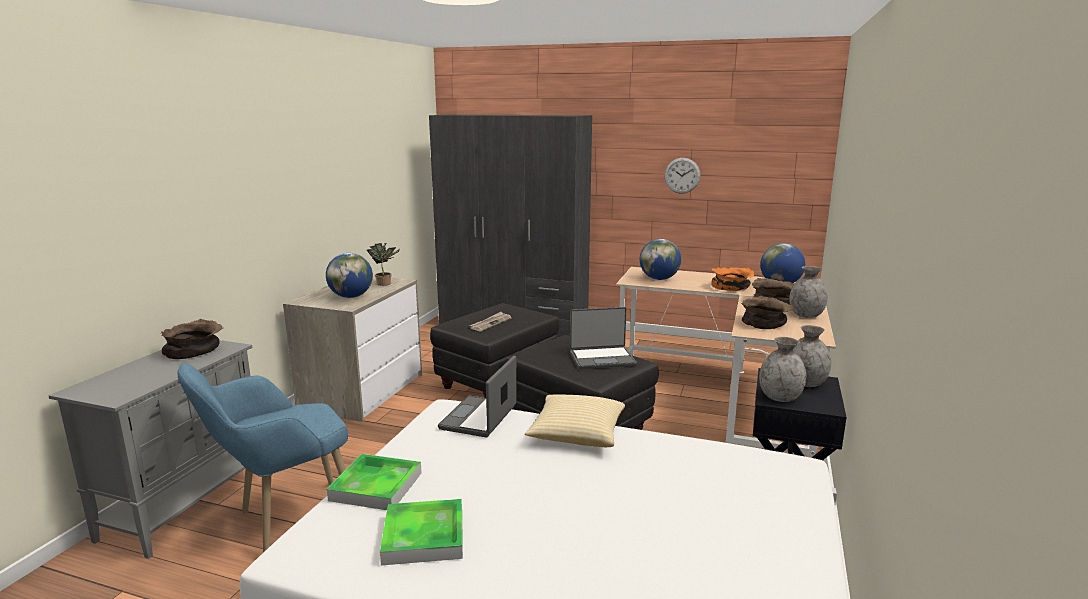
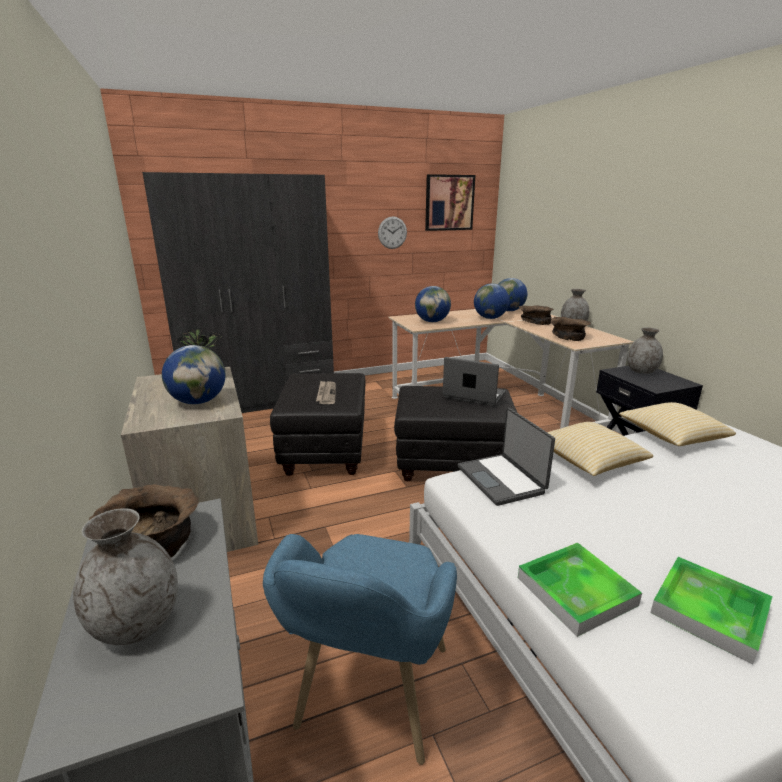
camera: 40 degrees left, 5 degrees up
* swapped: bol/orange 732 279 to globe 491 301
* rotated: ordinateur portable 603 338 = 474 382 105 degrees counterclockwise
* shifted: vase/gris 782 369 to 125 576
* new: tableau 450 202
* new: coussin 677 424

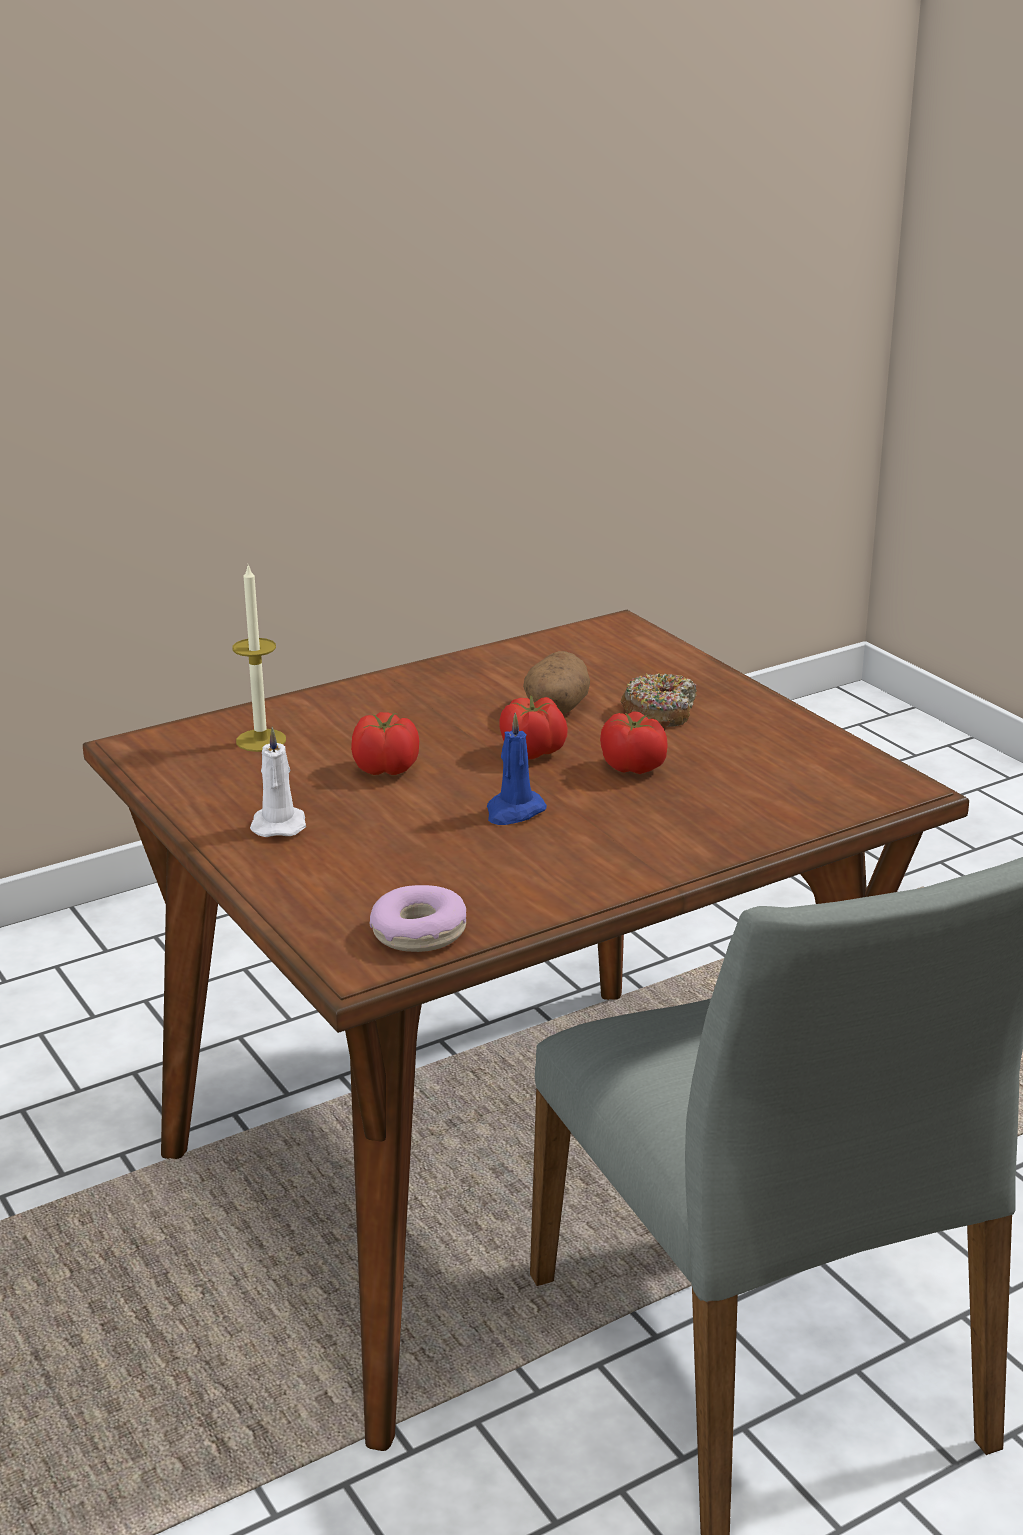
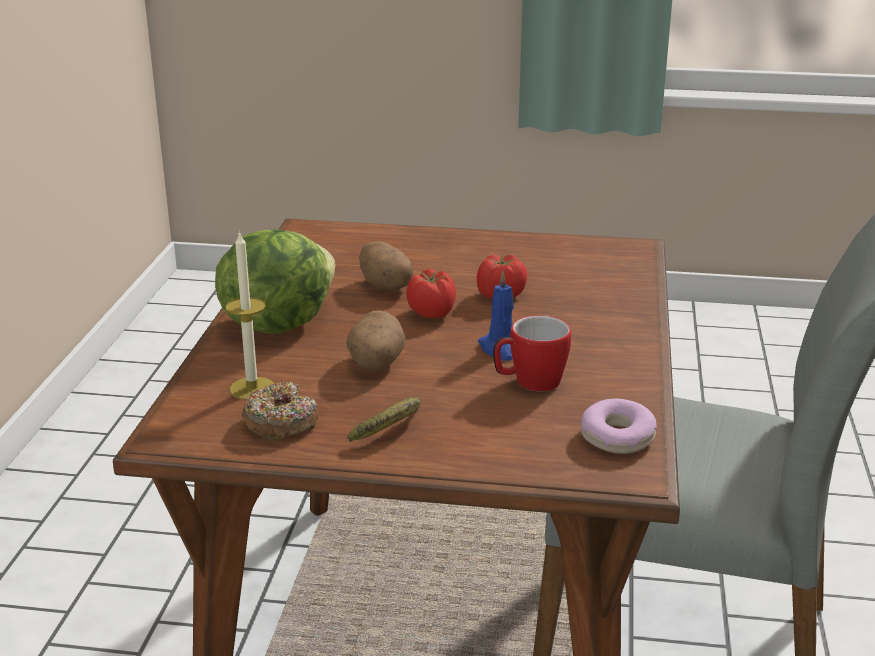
camera: 50 degrees left, 0 degrees up
* shifted: beignet 659 700 to 280 411
* swapped: tomate 385 743 to pomme de terre 376 340
* swapped: bougie/blanc 278 782 to banane 384 419
* new: laitue 275 281
* new: mug 532 353

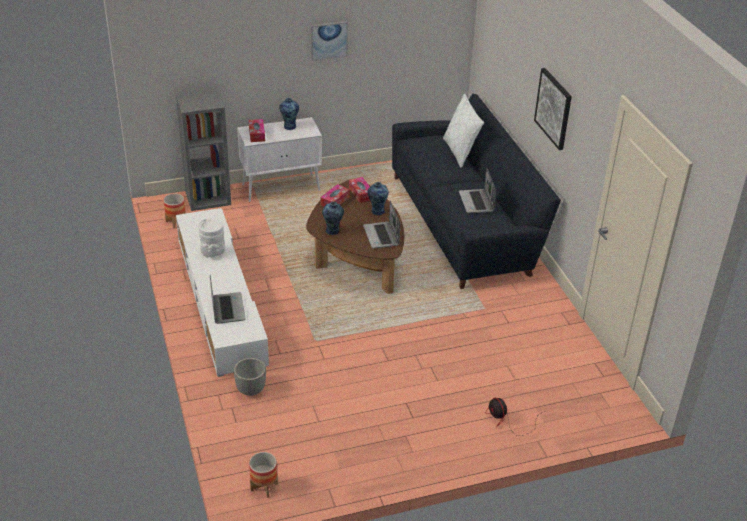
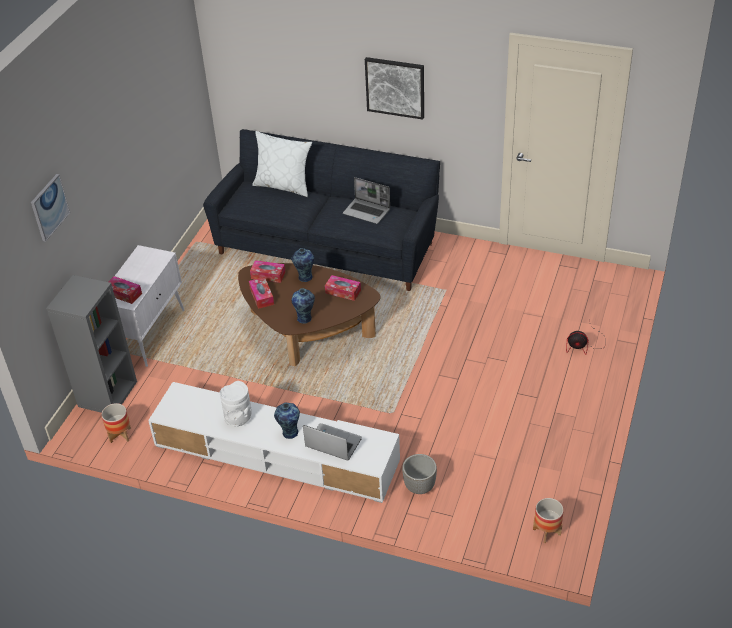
camera: 50 degrees left, 5 degrees up
* shifted: tableau 329 41 to 50 208
* shifted: vase 289 114 to 287 421
* swapped: ordinateur portable 381 224 to boîte à mouchoirs 343 288

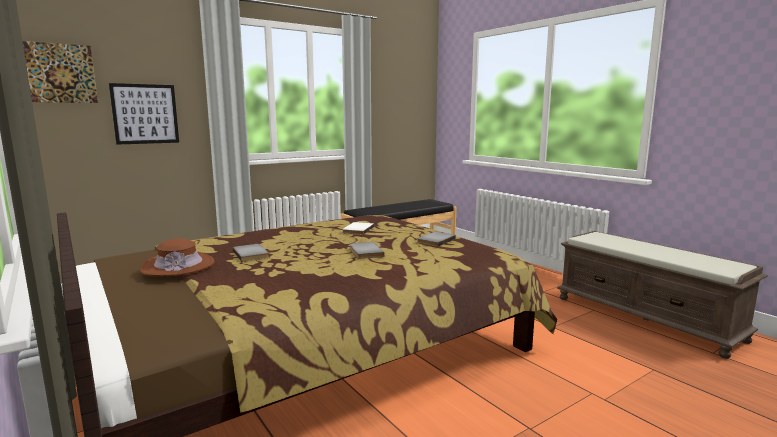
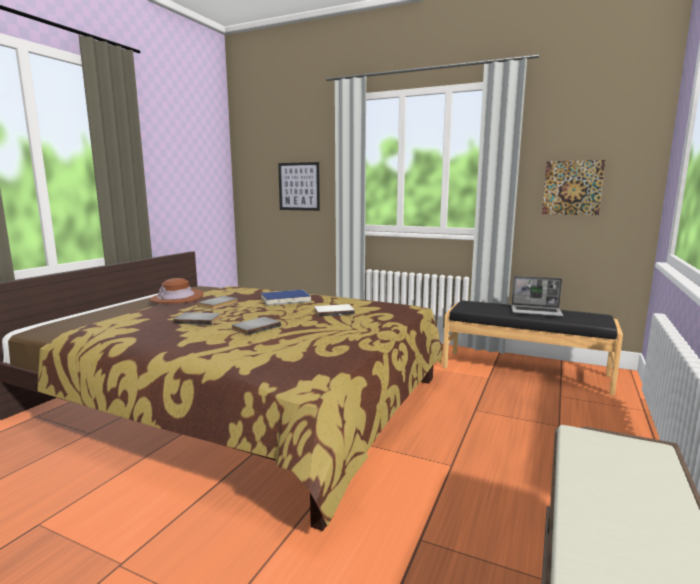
camera: 60 degrees right, 0 degrees up
* shifted: tableau 60 72 to 573 187
* shifted: livre/gris 436 239 to 197 318
* new: ordinateur portable 537 296
* new: livre/bleu 286 298

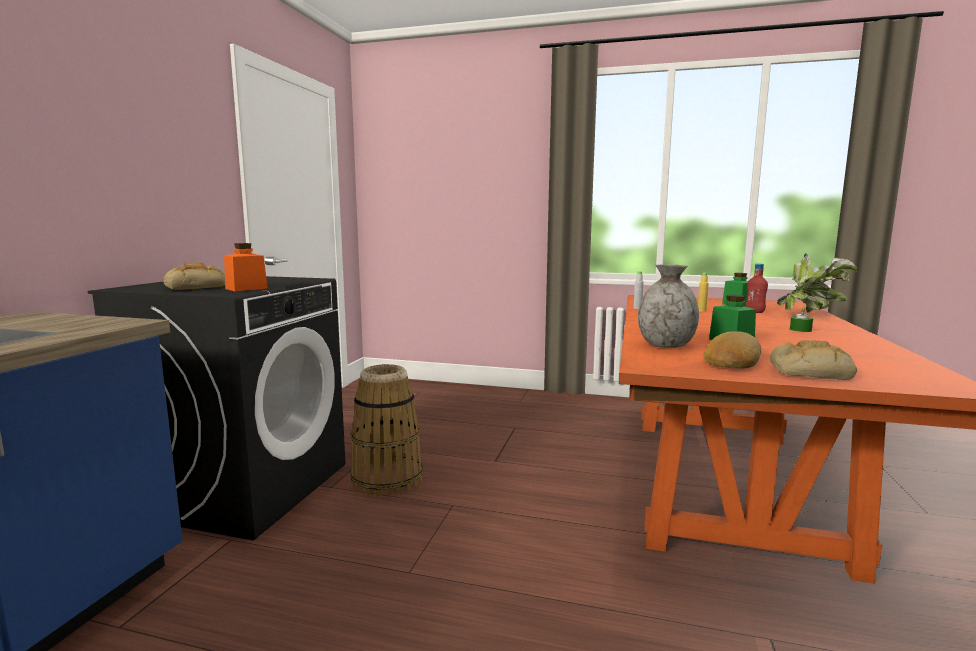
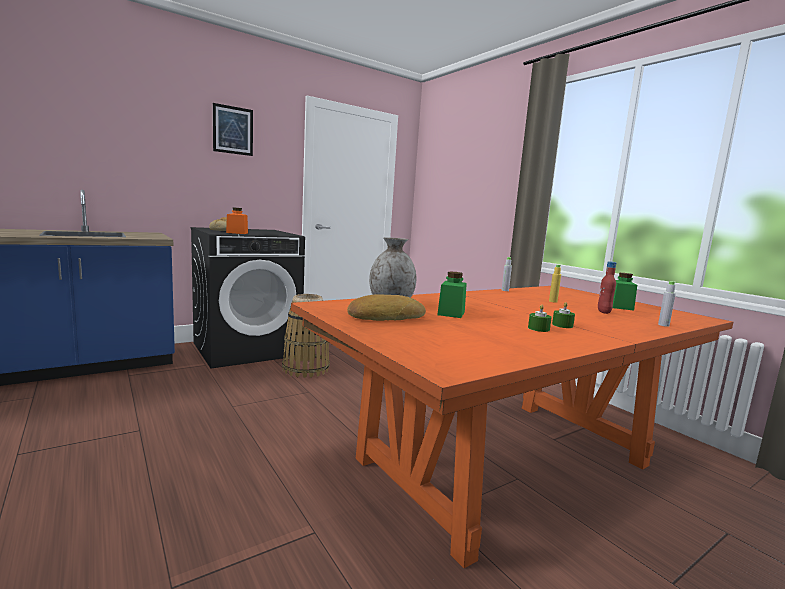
camera: 40 degrees right, 0 degrees up
* swapped: plante en pot 817 283 to bouteille/gris 667 304
* gone: pain 813 360
* new: tableau 233 129
* new: bougie/vert 540 318

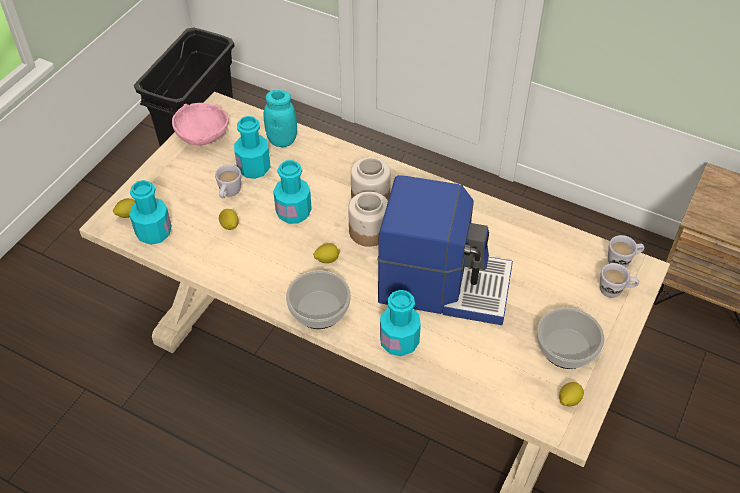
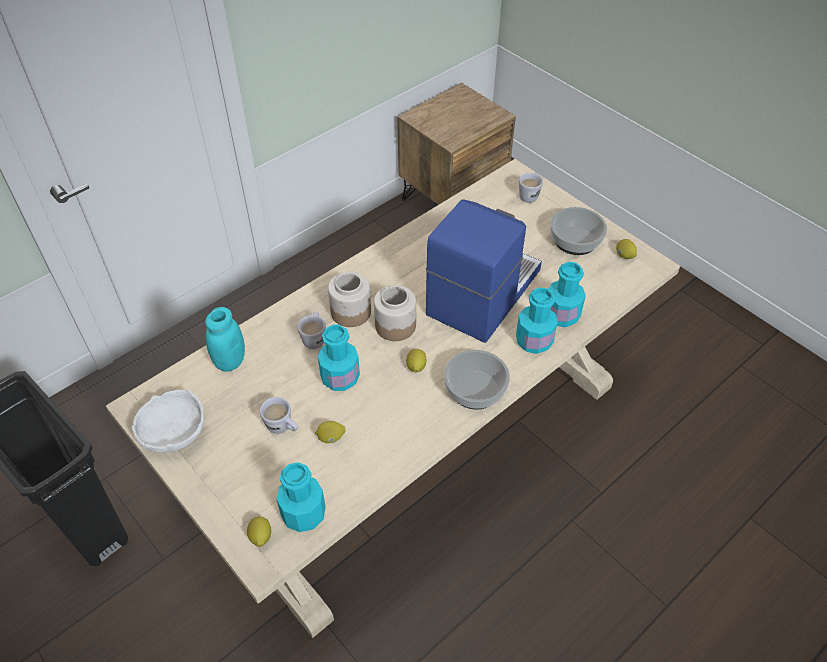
camera: 70 degrees left, 0 degrees up
* repainted: bol/rose 200 124 to bol/blanc 168 421
* shifted: bouteille/turquoise 252 147 to 567 294
* shifted: mug/blanc 626 251 to 311 330

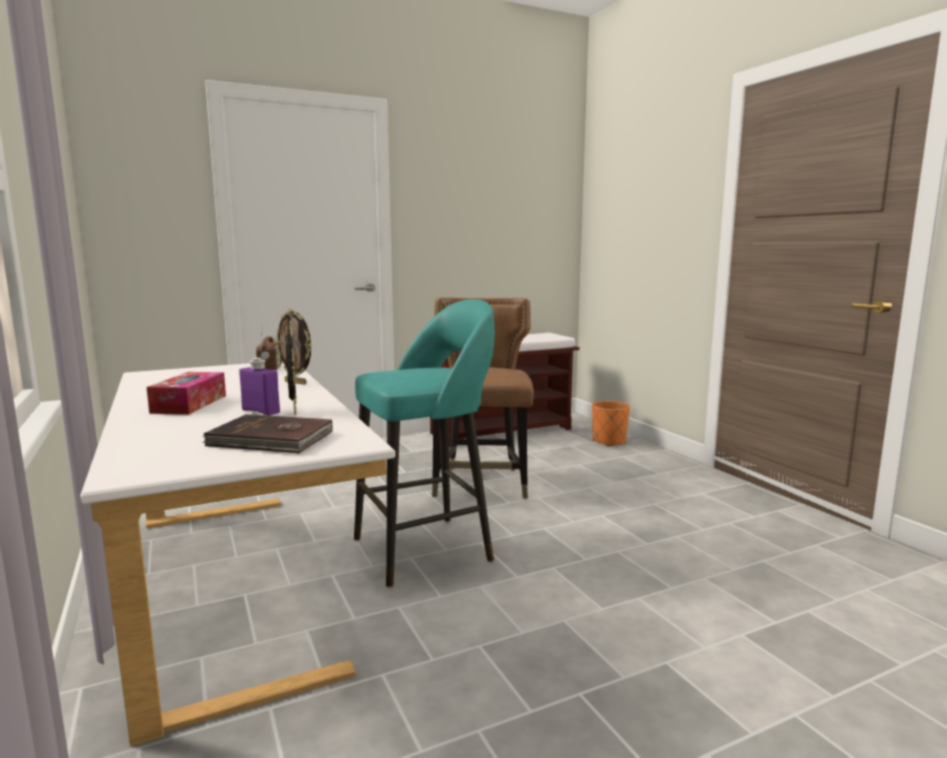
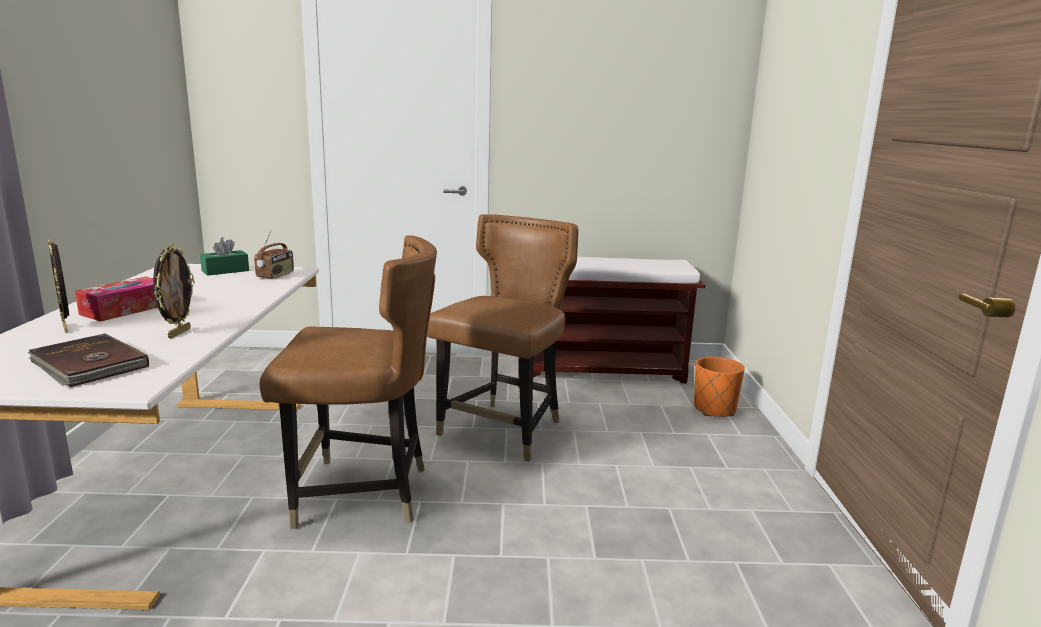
camera: 25 degrees right, 5 degrees up
* swapped: tabouret/turquoise 424 443 to chaise/marron 348 382
* shifted: cadre photo 293 347 to 58 286
* gone: bouteille/violet 259 387
* new: boîte à mouchoirs/vert 224 256

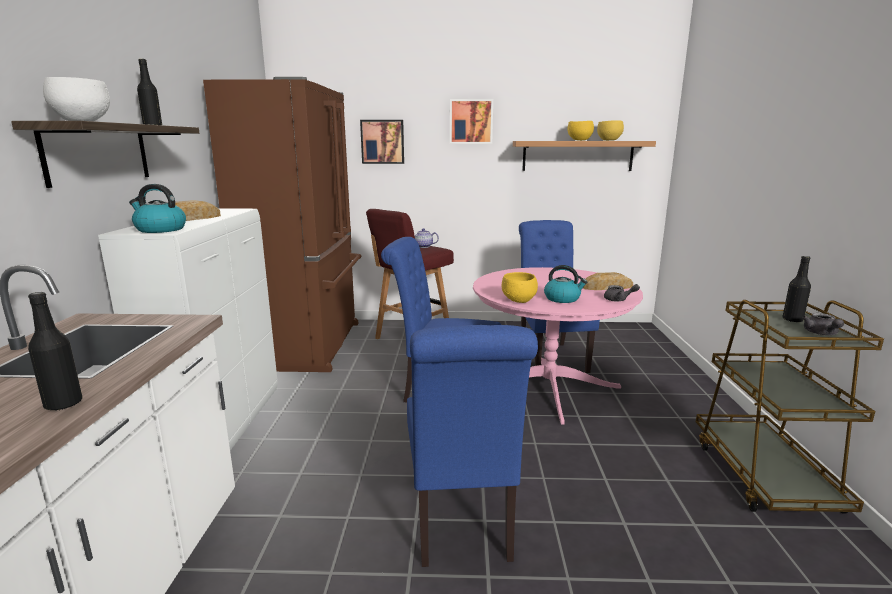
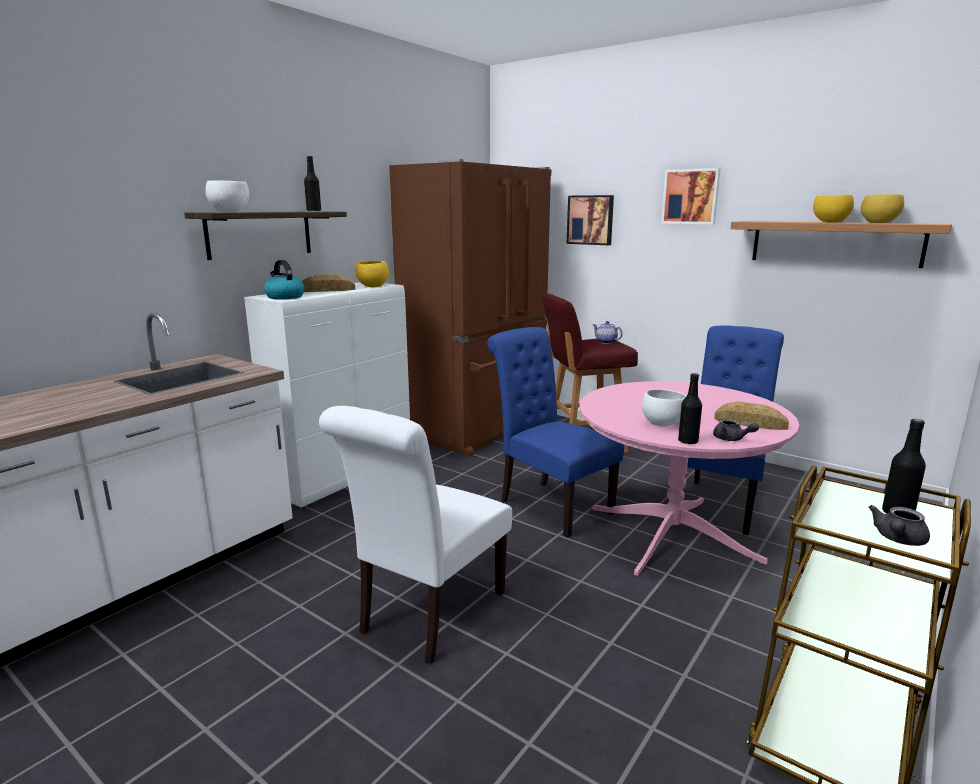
camera: 35 degrees right, 0 degrees up
* swapped: bouilloire 565 284 to bol/blanc 664 407
* shifted: bol/jaune 520 287 to 372 274
* shifted: bouteille/noir 55 351 to 690 409
* repainted: chaise/bleu 472 446 to chaise/blanc 415 535

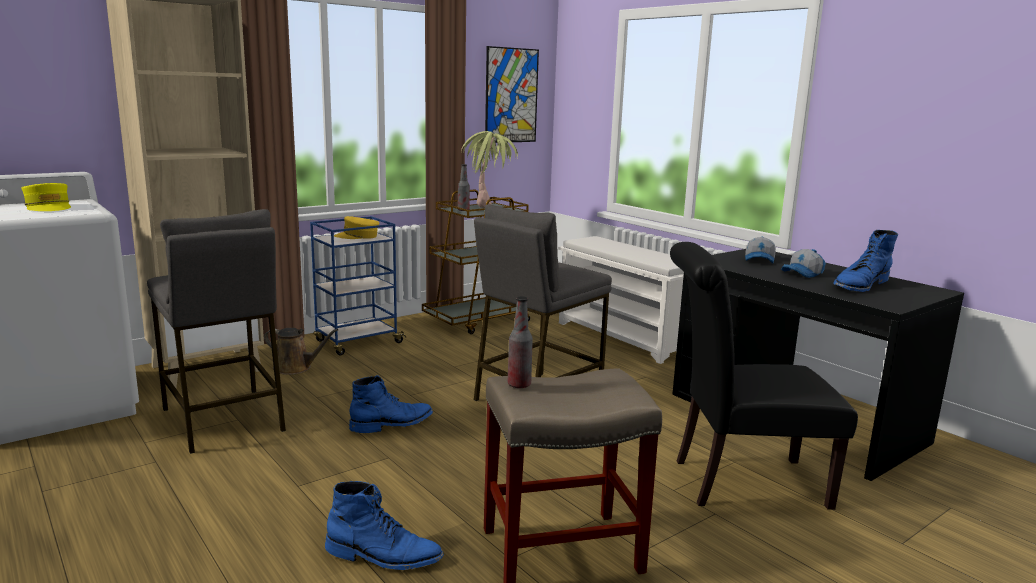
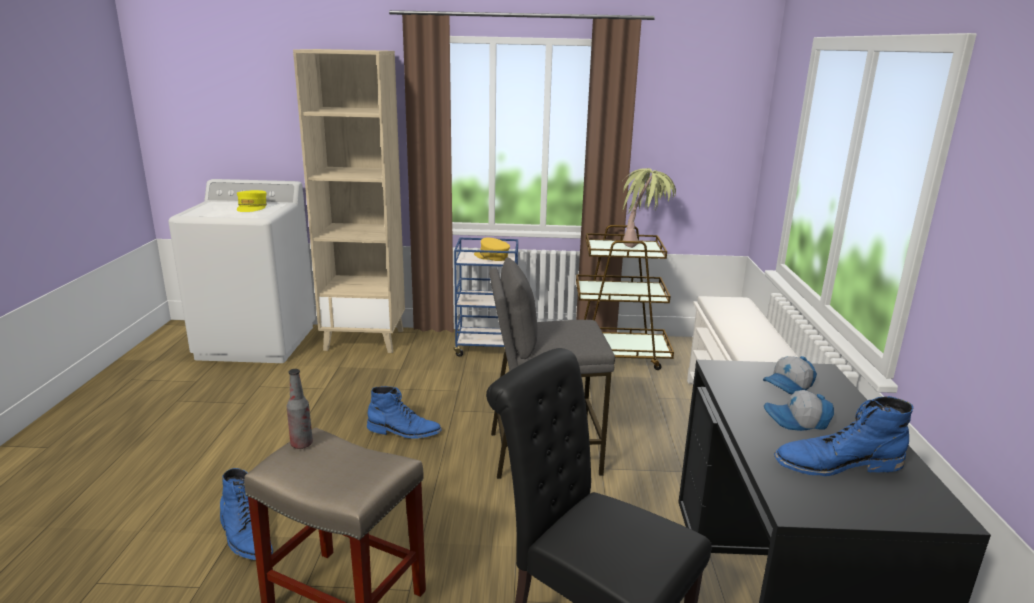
camera: 40 degrees right, 5 degrees up
* gone: tableau 512 94
* gone: bouteille 464 187
* gone: tabouret/gris 216 331
* gone: arrosoir/marron 301 351

